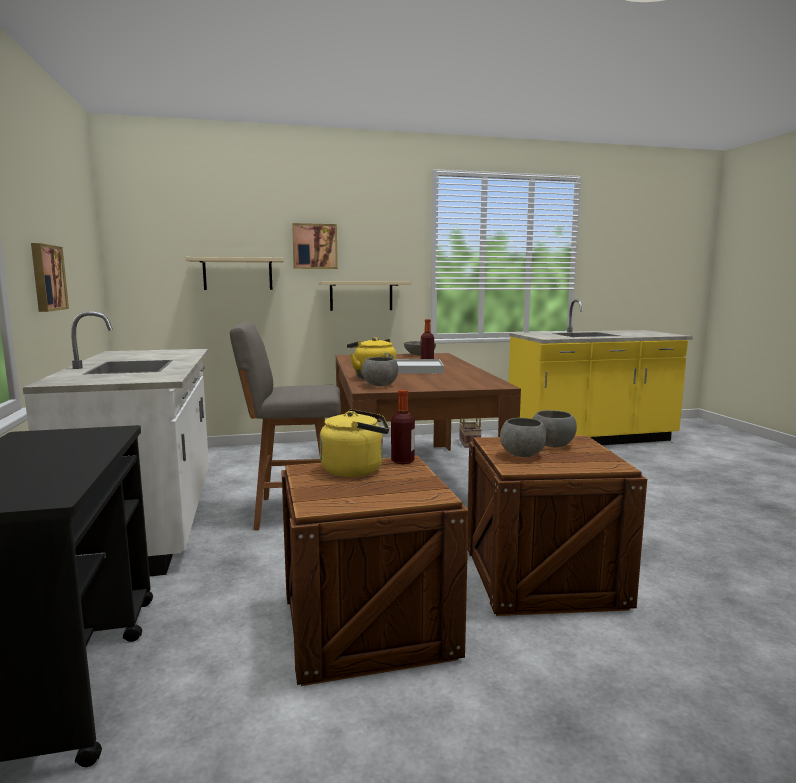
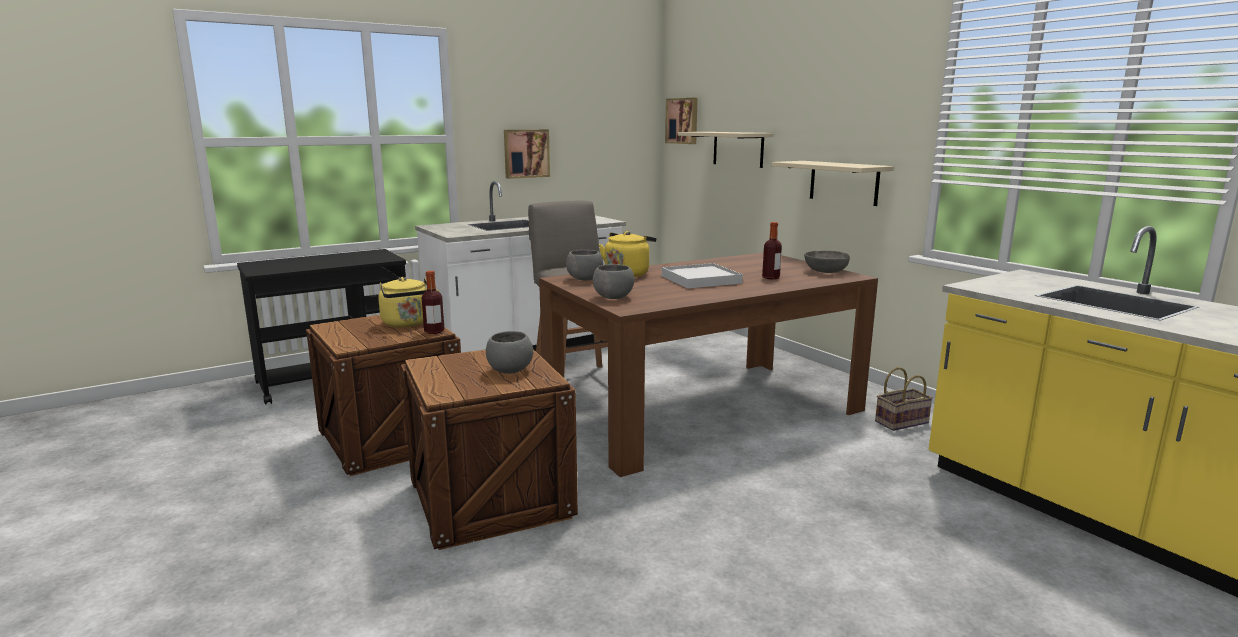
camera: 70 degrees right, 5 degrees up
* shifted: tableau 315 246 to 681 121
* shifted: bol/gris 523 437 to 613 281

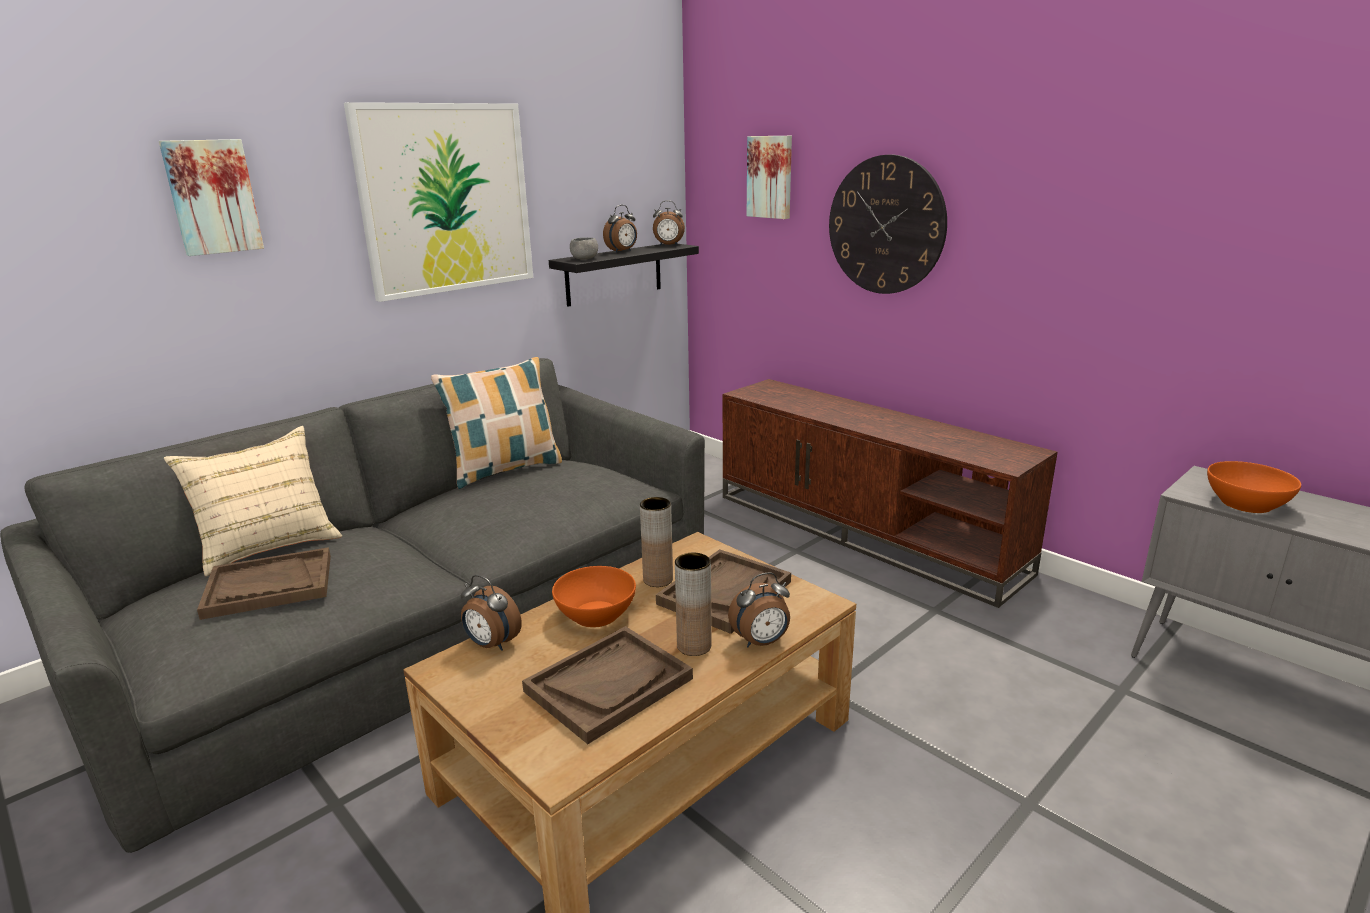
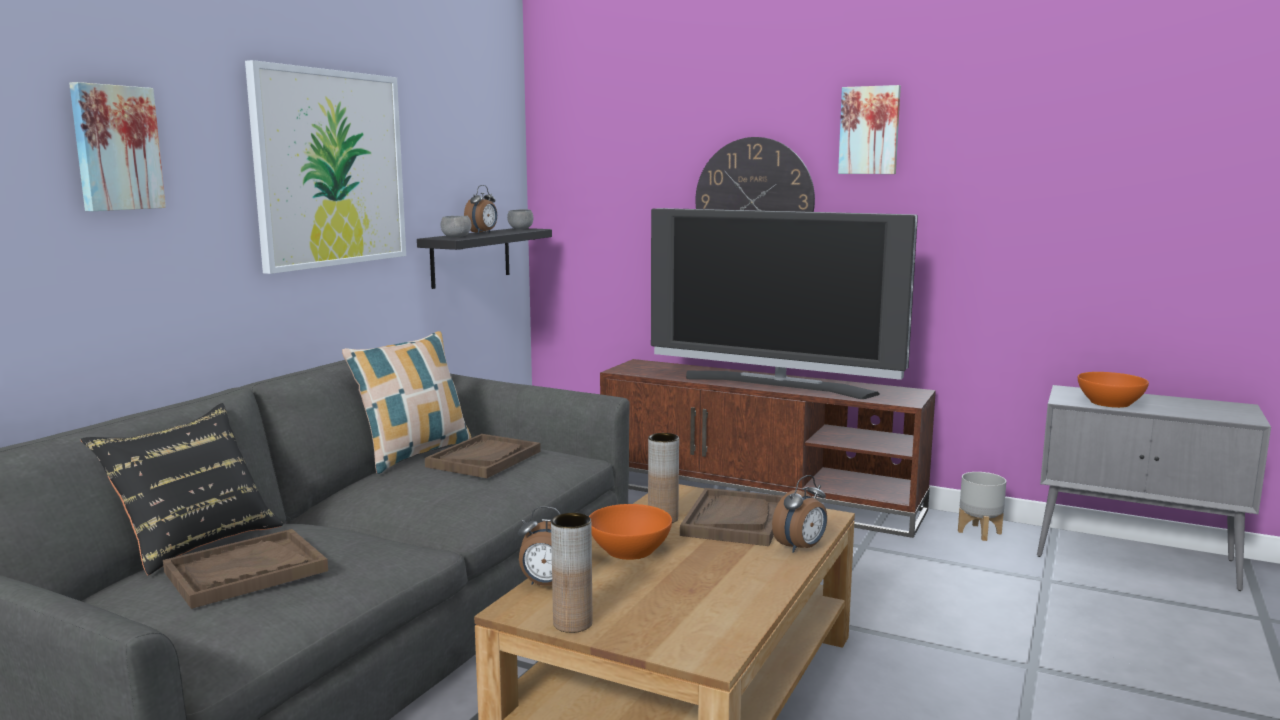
camera: 20 degrees left, 10 degrees down
* shifted: tableau 769 177 to 869 129
* swapped: réveil 669 223 to bol/gris 520 219
* repainted: coussin/beige 253 501 to coussin/noir 182 489
* shifted: vase/marron 693 604 to 572 573
* shifted: plateau/marron 607 685 to 483 456
* new: téléviseur 784 303
* new: cache-pot/gris 982 506

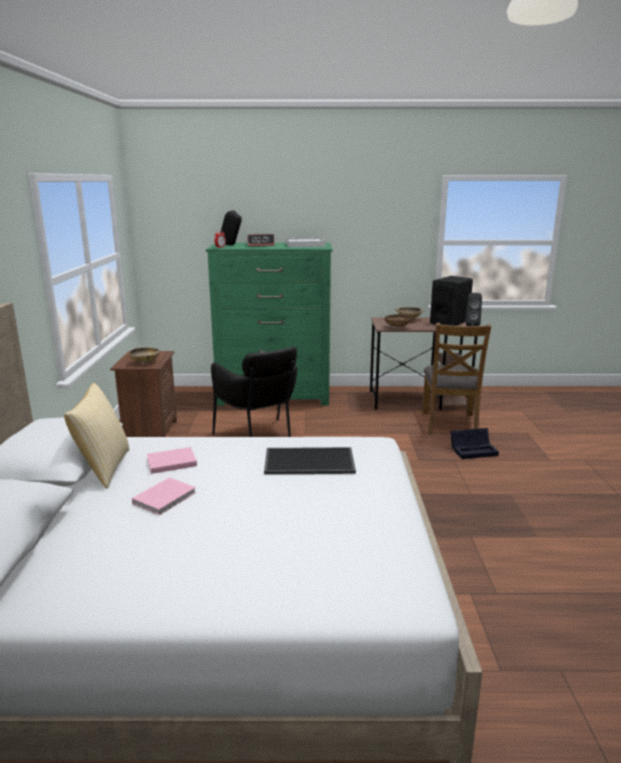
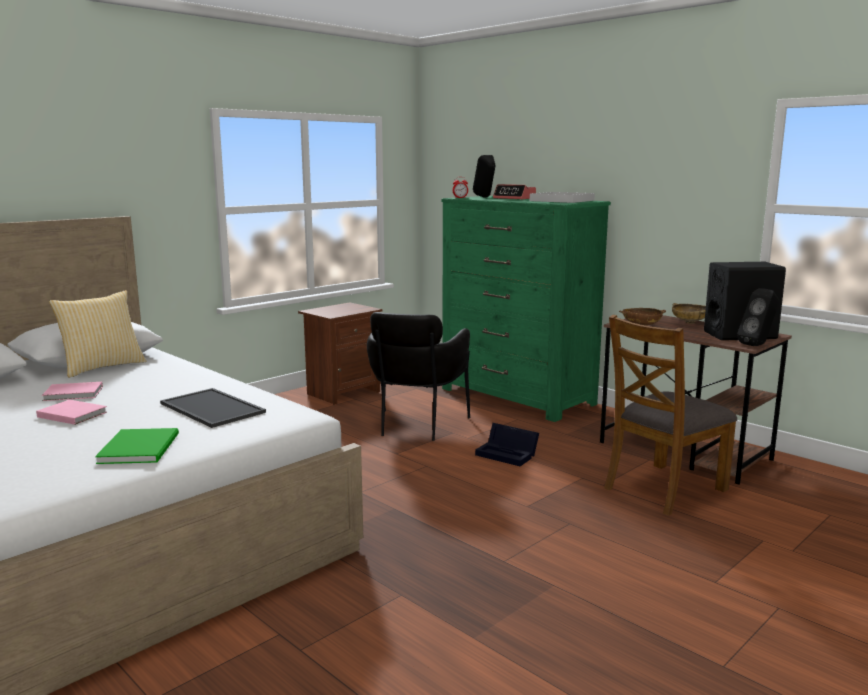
camera: 45 degrees right, 5 degrees down
* gone: bol/beige 144 355
* shifted: boîte de rangement/noir 474 443 to 507 444
* shifted: livre/rose 172 460 to 71 412
* new: livre/vert 137 446

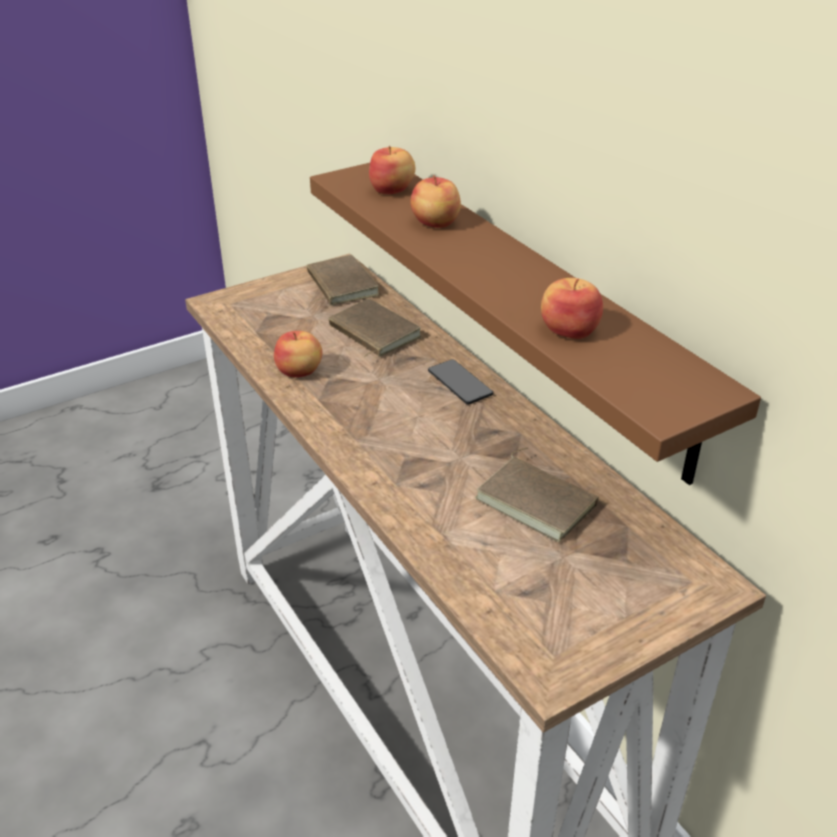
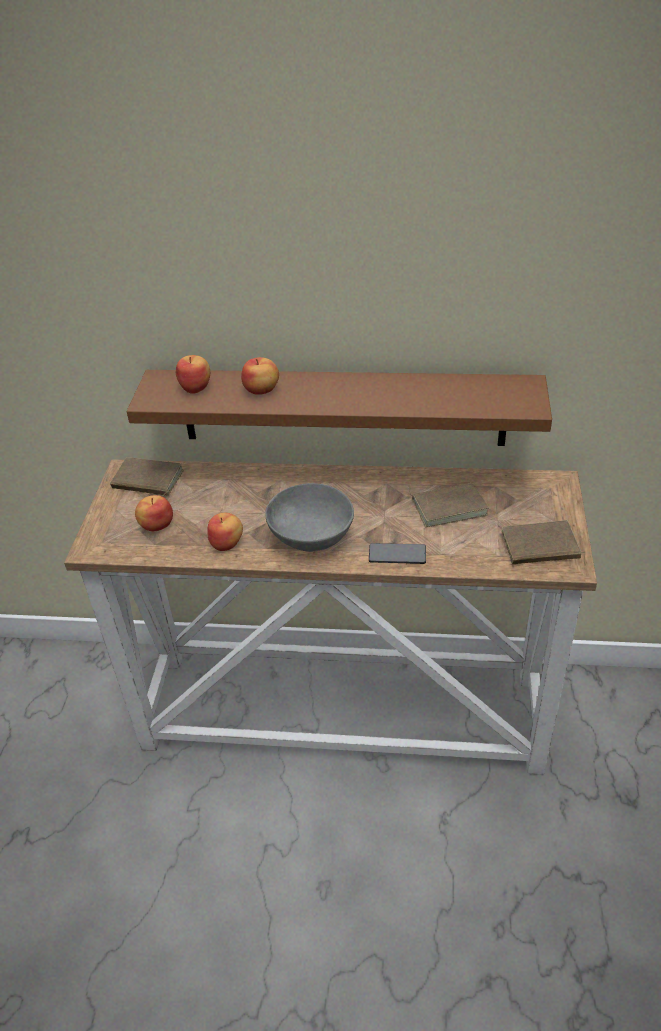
camera: 50 degrees left, 5 degrees up
* shifted: pomme 572 308 to 154 513
* shifted: livre/marron 375 328 to 544 542
* shifted: téléphone 460 382 to 397 553
* new: bol/gris 309 517

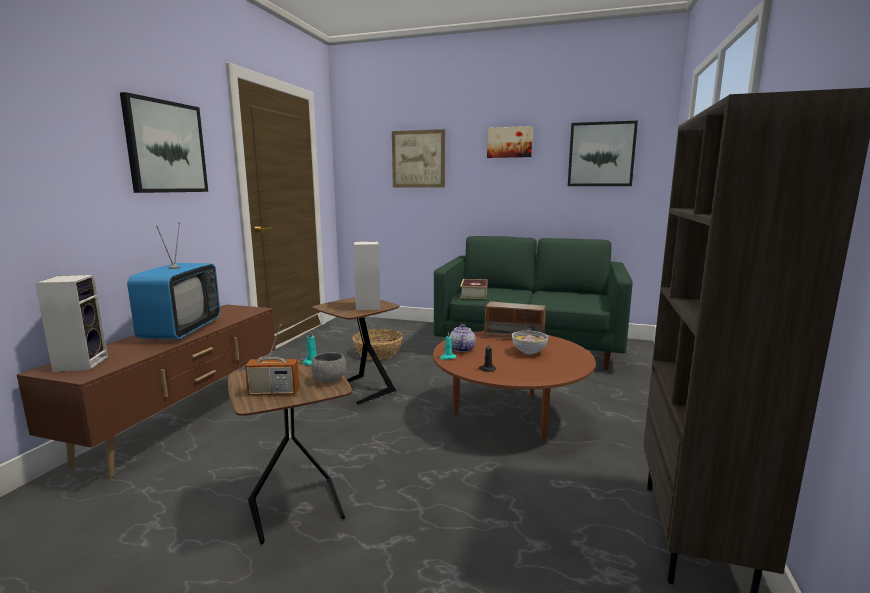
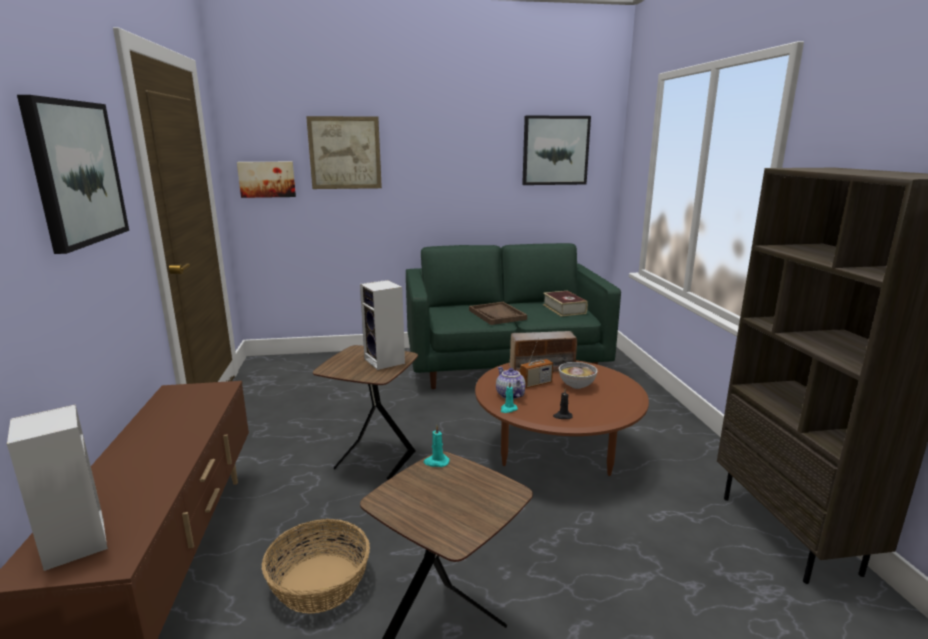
camera: 25 degrees left, 5 degrees up
* shifted: tableau 510 142 to 266 180
* gone: téléviseur 173 281
* shifted: livre 474 289 to 565 304
* shifted: radio 272 360 to 536 363
* shifted: panier 377 344 to 316 566
* gone: bol/gris 328 367
* new: plateau/marron 498 313

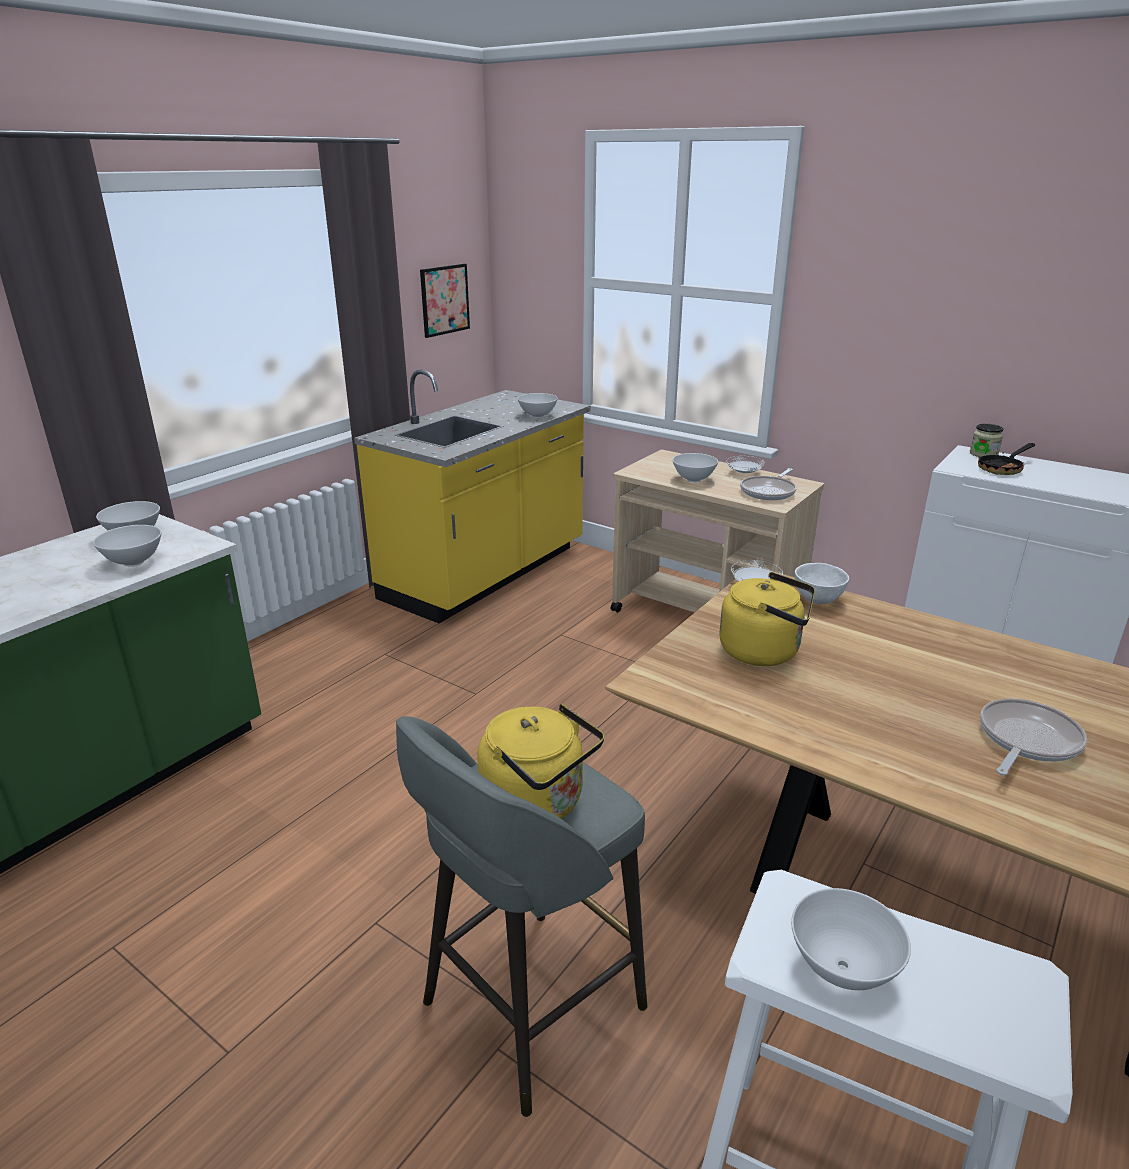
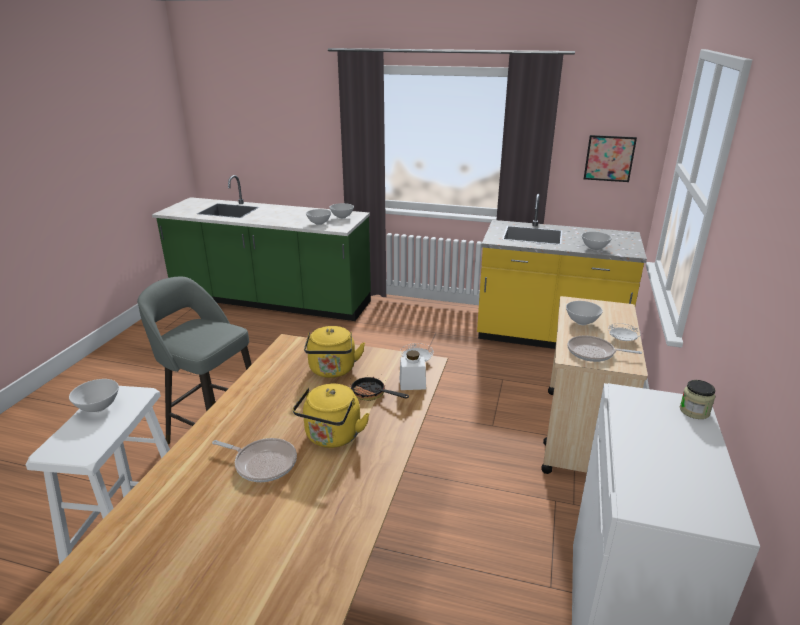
camera: 70 degrees right, 0 degrees up
* shifted: poêle 1006 459 to 379 389
* swapped: bol/blanc 822 583 to bocal/blanc 413 370
* shifted: bouilloire/jaune 540 761 to 331 416

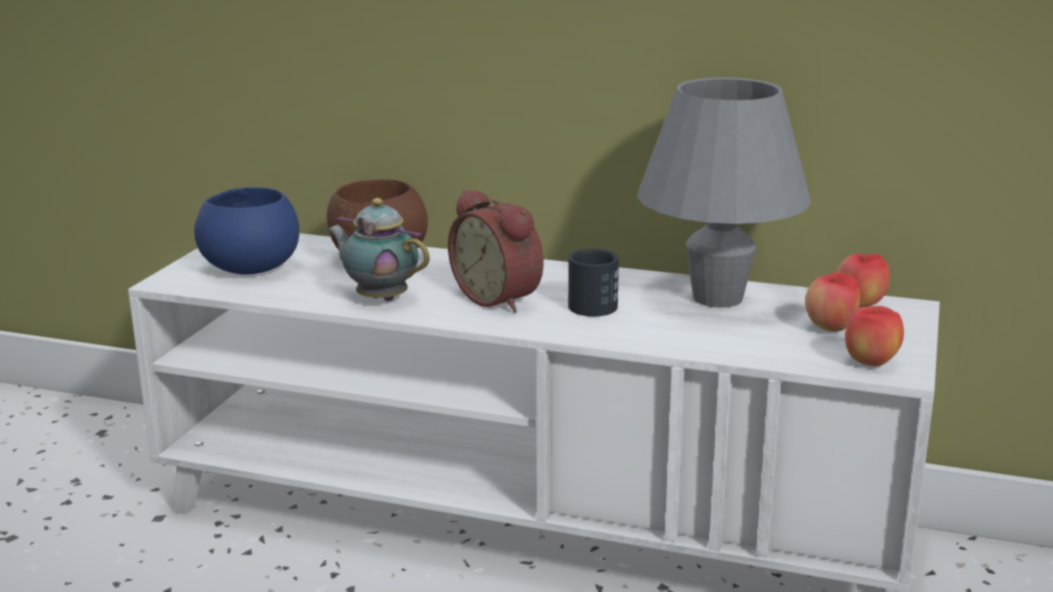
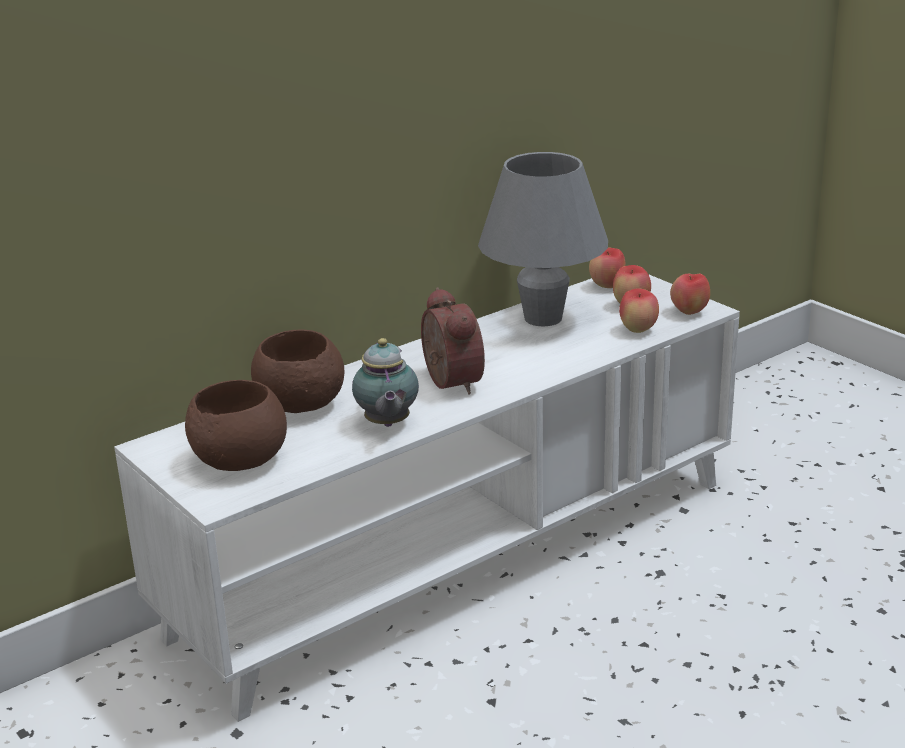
camera: 55 degrees left, 5 degrees up
* repainted: bol/bleu 246 231 to bol/marron 236 425
* rotated: réveil 496 251 = 453 341 105 degrees counterclockwise
* rotated: théière 378 250 = 385 382 75 degrees counterclockwise
* gone: mug/noir 593 283
* new: pomme 639 311

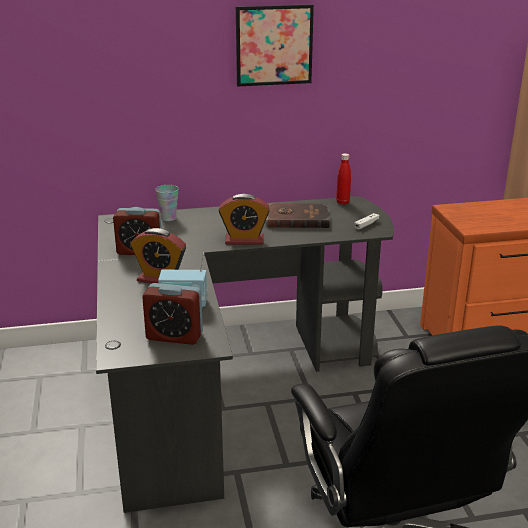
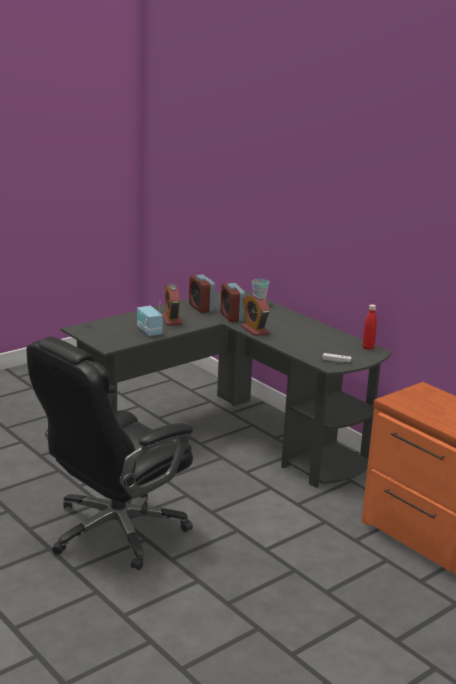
camera: 60 degrees right, 5 degrees down
* gone: tableau 275 45
* gone: livre/marron 297 215
* shifted: réveil 172 314 to 233 302

